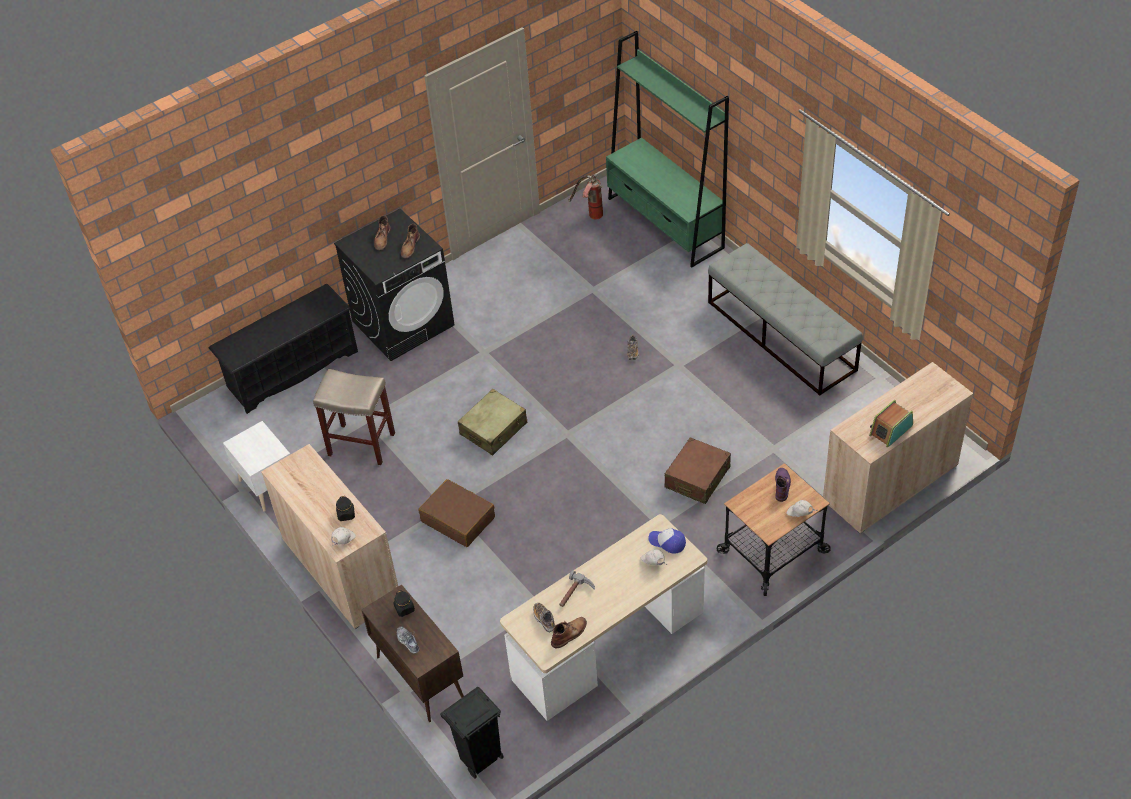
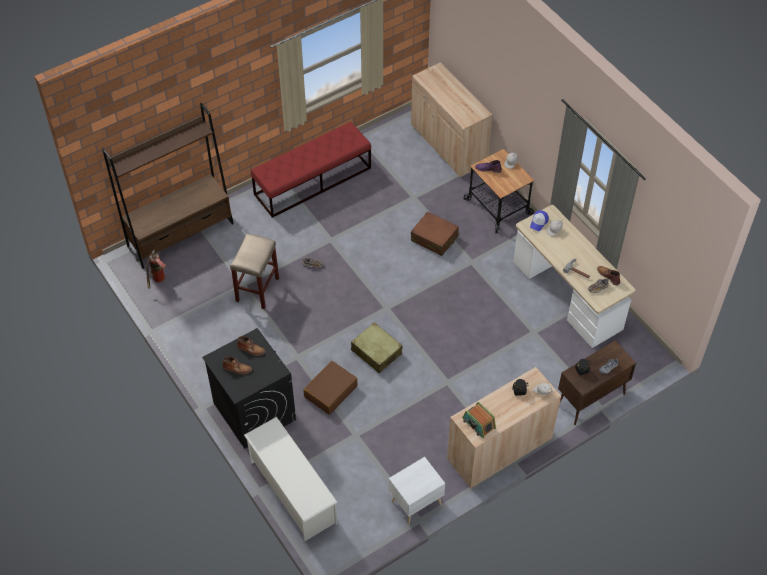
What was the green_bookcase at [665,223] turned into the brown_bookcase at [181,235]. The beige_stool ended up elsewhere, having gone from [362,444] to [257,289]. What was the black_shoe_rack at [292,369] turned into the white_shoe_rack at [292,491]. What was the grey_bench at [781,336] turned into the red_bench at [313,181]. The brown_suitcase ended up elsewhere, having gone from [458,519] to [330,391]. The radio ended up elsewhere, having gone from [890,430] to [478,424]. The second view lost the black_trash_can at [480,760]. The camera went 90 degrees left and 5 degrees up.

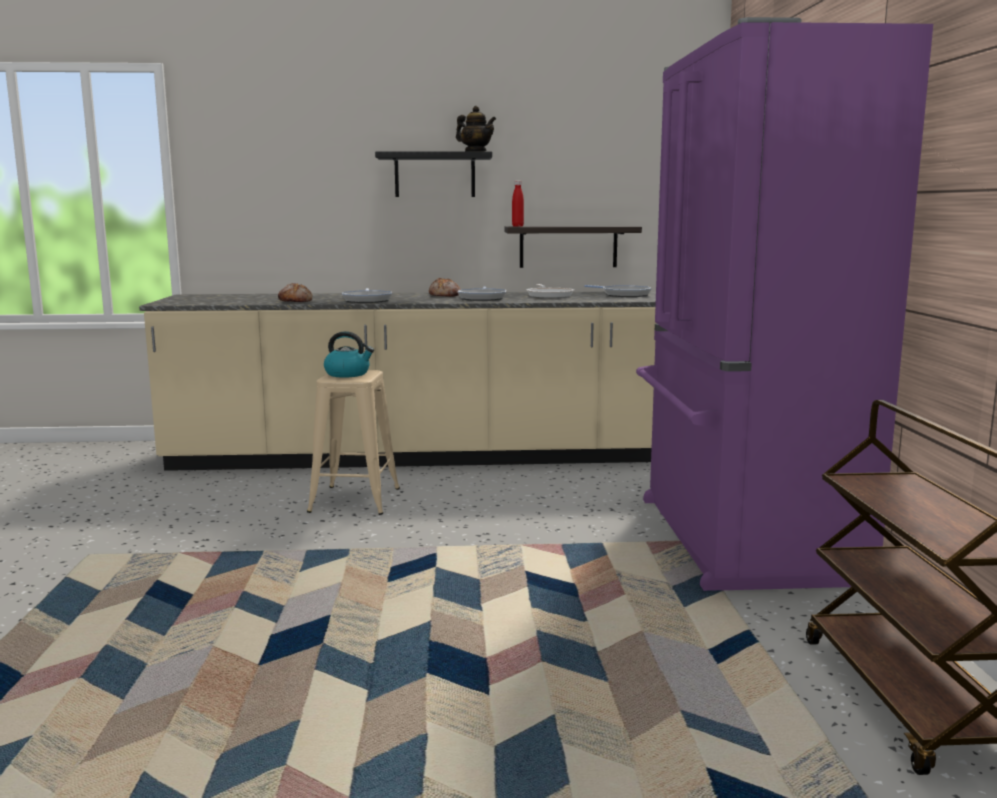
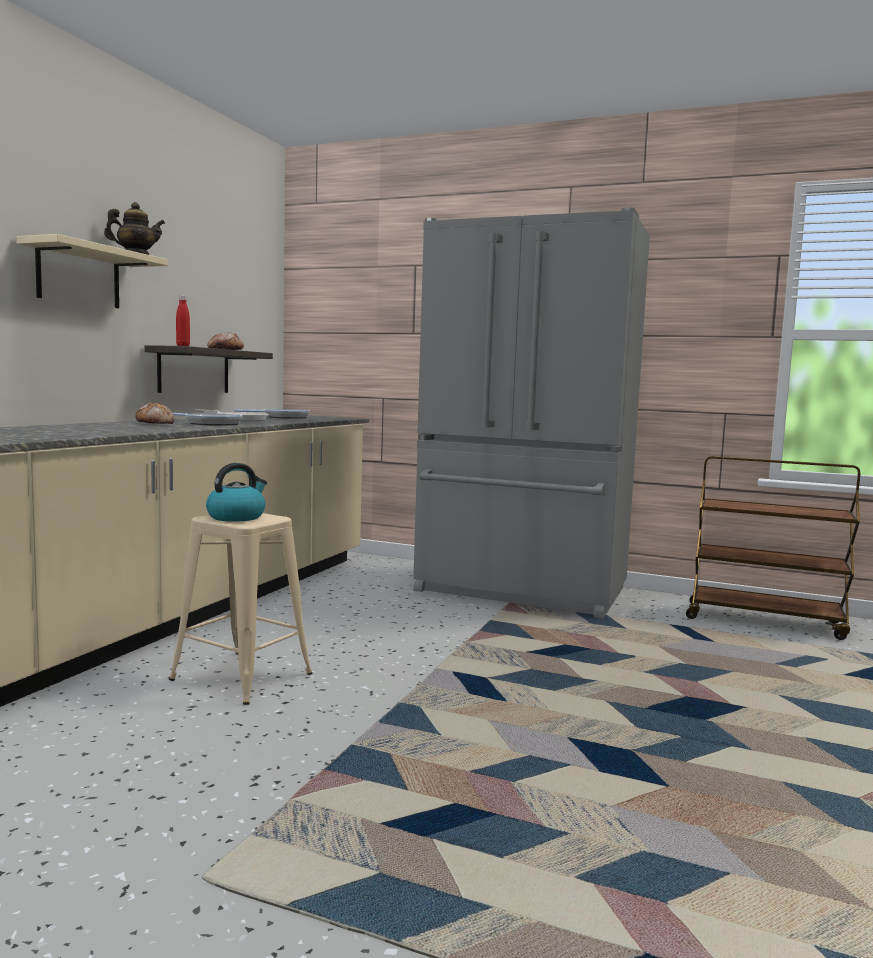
What was the black_shelf at [435,175] turned into the beige_shelf at [79,276]. The bread ended up elsewhere, having gone from [296,301] to [225,350]. What was the purple_fridge at [739,539] turned into the grey_fridge at [520,591]. The second view lost the frying_pan at [367,300]. The camera went 65 degrees left and 5 degrees down.

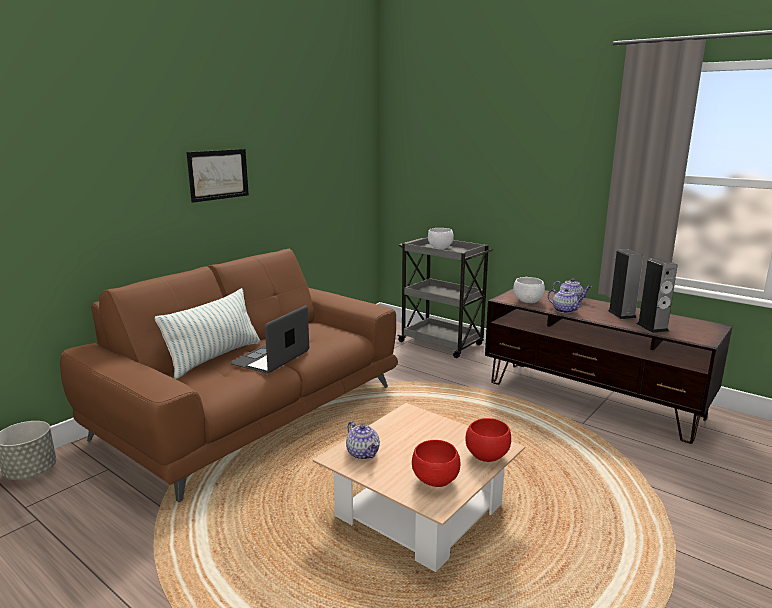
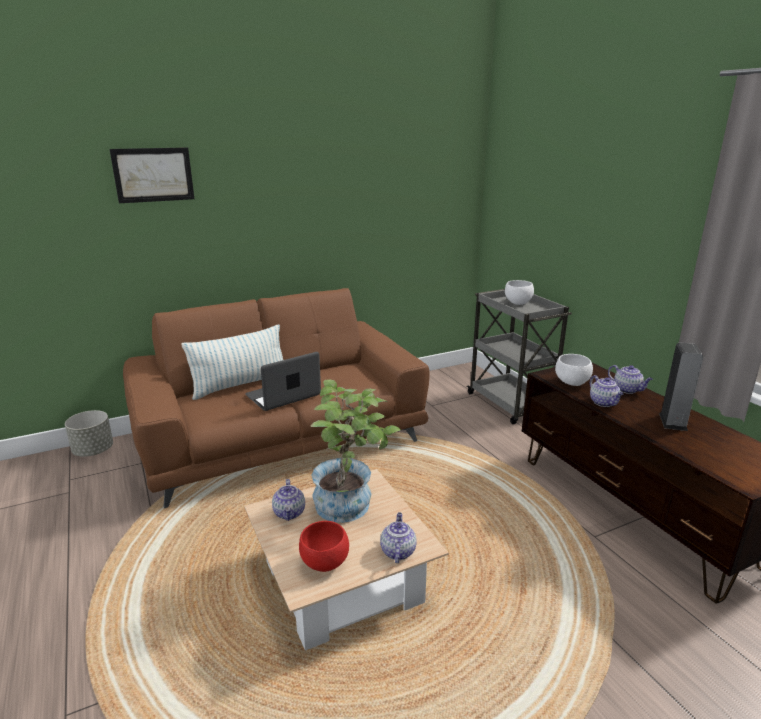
The picture ended up elsewhere, having gone from [218,174] to [153,175]. The second view gained the potted_plant at [351,506]. Where the red_bowl stood at [486,456], the teapot came to stand at [397,551]. The second view lost the speaker at [652,327]. The camera went 25 degrees right and 5 degrees up.

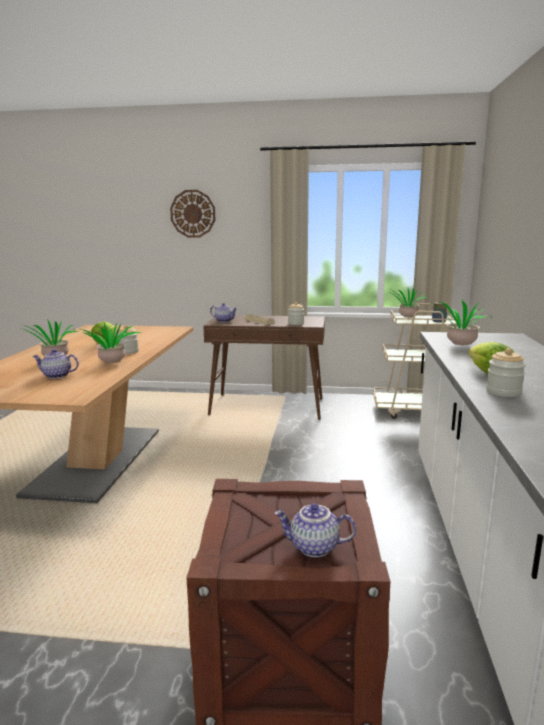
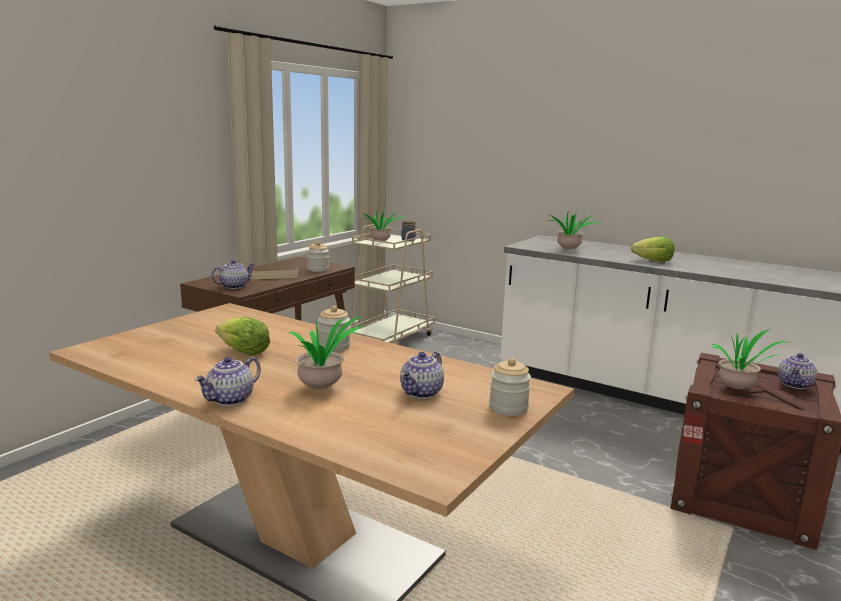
The second view gained the teapot at [230,400]. The jar ended up elsewhere, having gone from [503,392] to [508,408]. The potted_plant ended up elsewhere, having gone from [112,364] to [738,389]. The second view lost the wall_clock at [193,213]. The camera went 65 degrees left and 0 degrees up.

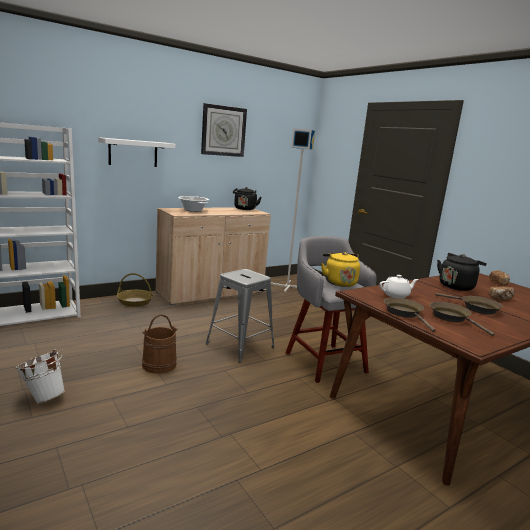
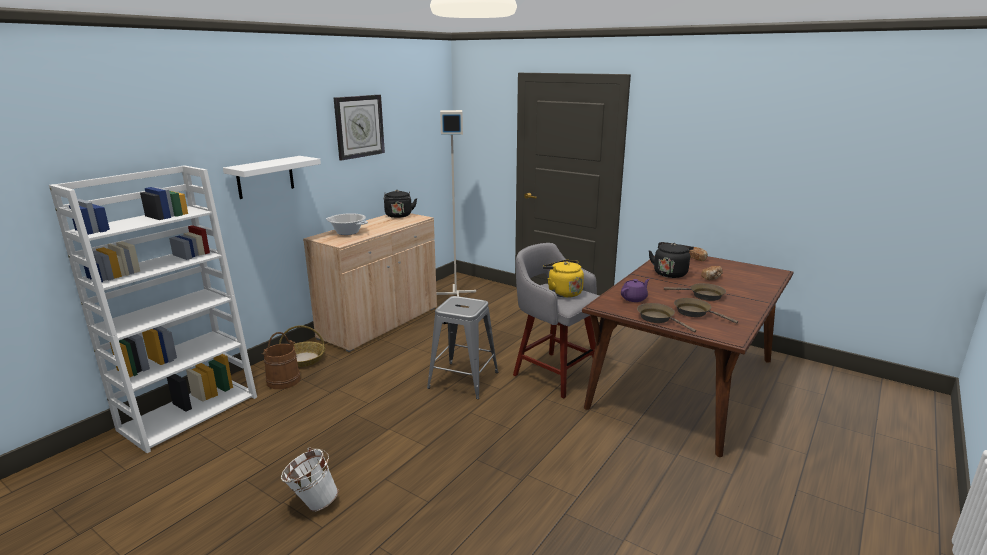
The brown_bucket ended up elsewhere, having gone from [159,364] to [283,380]. What was the white_teapot at [396,295] turned into the purple_teapot at [634,298]. The camera went 20 degrees left and 5 degrees up.

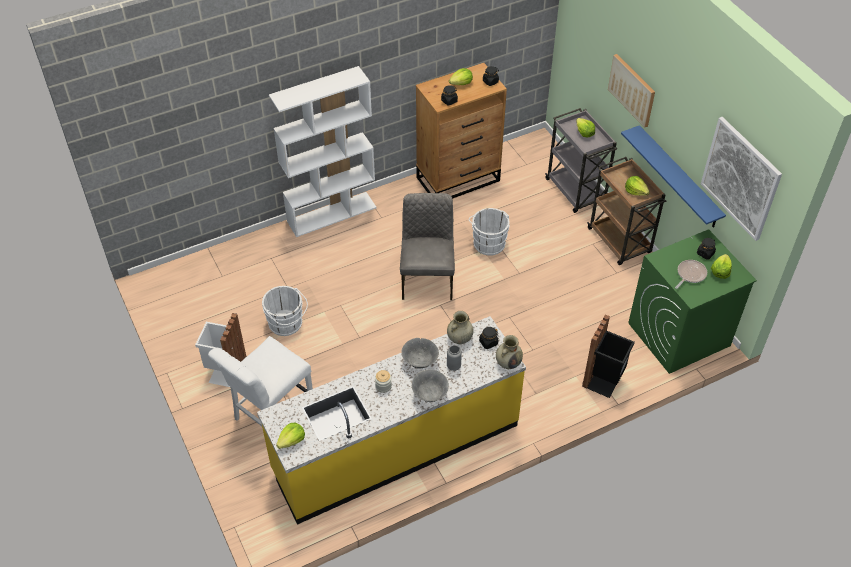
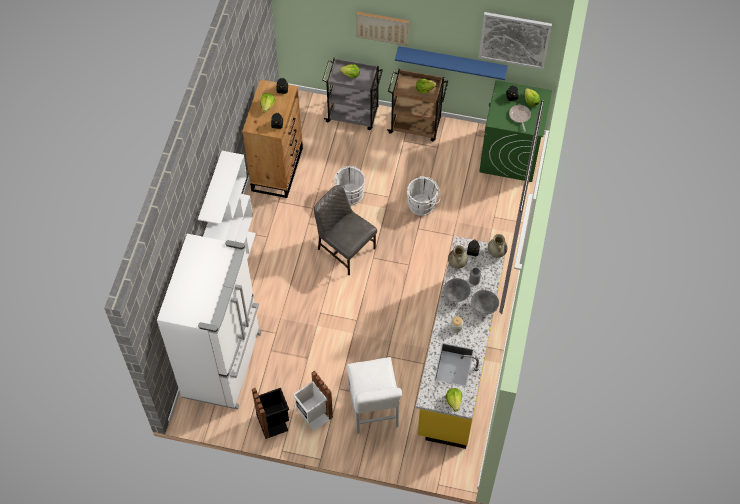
The second view gained the white_fridge at [224,364]. The black_trash_can ended up elsewhere, having gone from [604,380] to [274,422]. The white_bucket ended up elsewhere, having gone from [287,324] to [423,205]. The camera went 50 degrees left and 10 degrees up.

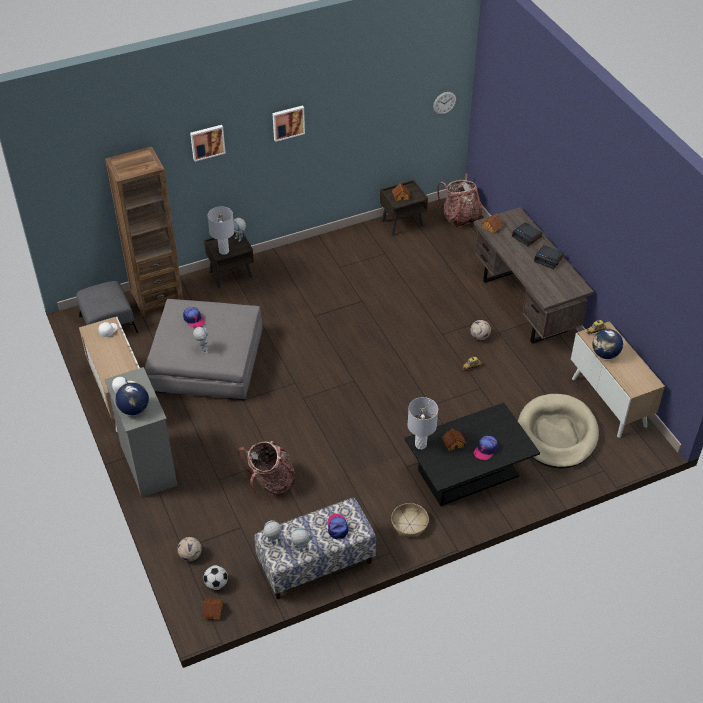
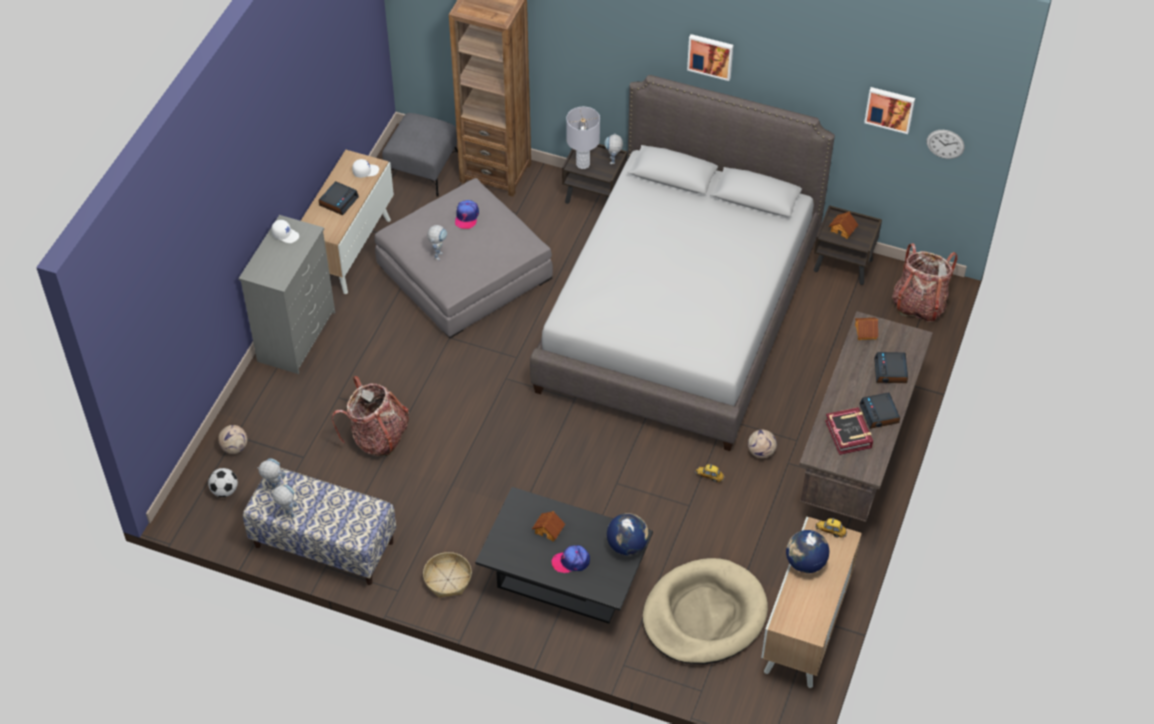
The second view gained the alarm_clock at [338,201]. The second view gained the grey_bed at [679,316]. The globe ended up elsewhere, having gone from [134,409] to [627,545]. The second view gained the book at [848,434]. The picture ended up elsewhere, having gone from [207,142] to [890,108]. The second view lost the toy_house at [213,611]. The second view lost the cap at [337,527]. The second view lost the grey_table_lamp at [420,444]. The camera went 45 degrees right and 5 degrees up.

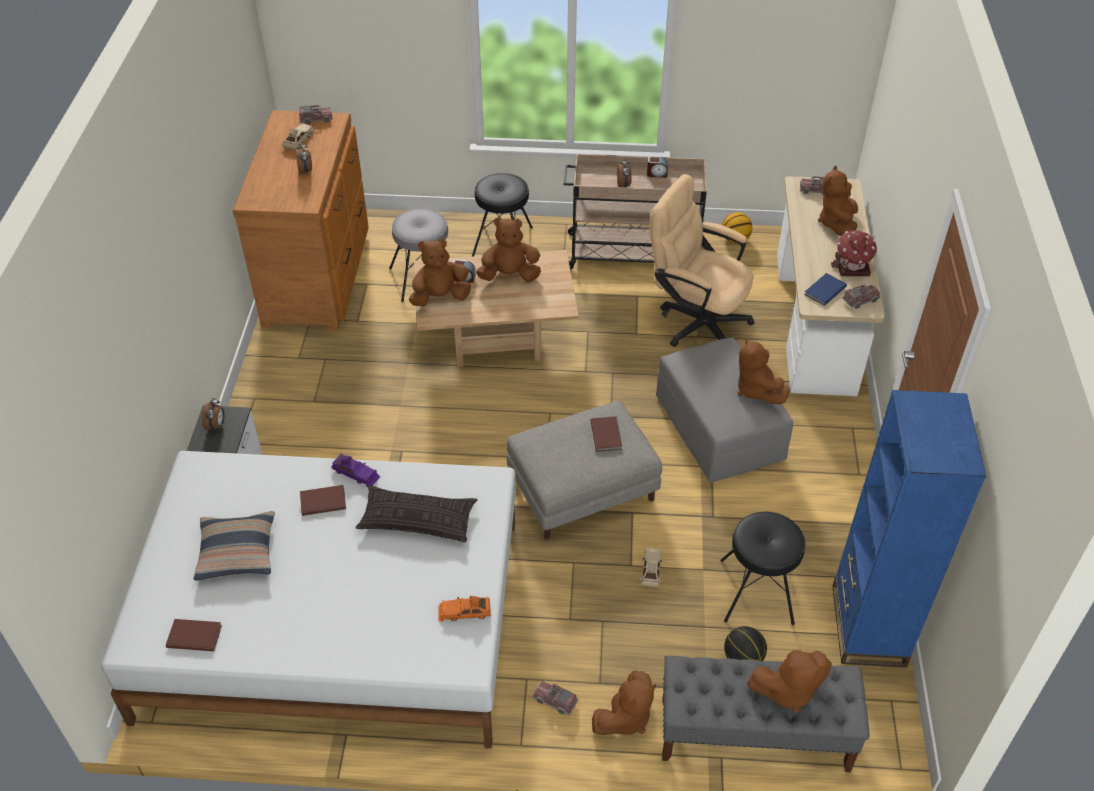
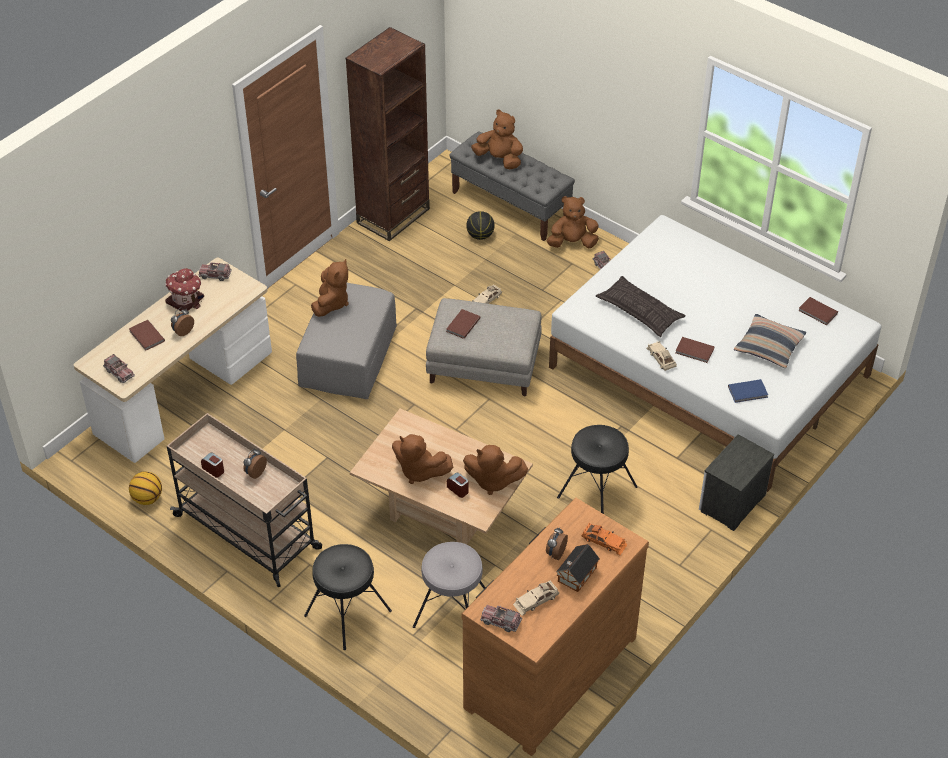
Where the brown_plush_toy stood at [837,223], the brown_book came to stand at [146,337]. The alarm_clock ended up elsewhere, having gone from [216,425] to [183,331]. What was the blue_bookcase at [868,625] turned into the brown_bookcase at [393,216]. The second view gained the toy_house at [575,575]. The black_stool ended up elsewhere, having gone from [757,591] to [596,491]. The orange_toy_car ended up elsewhere, having gone from [464,612] to [604,541]. What was the purple_toy_car at [356,473] turned into the beige_toy_car at [661,358]. The blue_book ended up elsewhere, having gone from [824,290] to [748,392]. The second view lost the beige_office_chair at [696,321]. The camera went 145 degrees left and 0 degrees up.

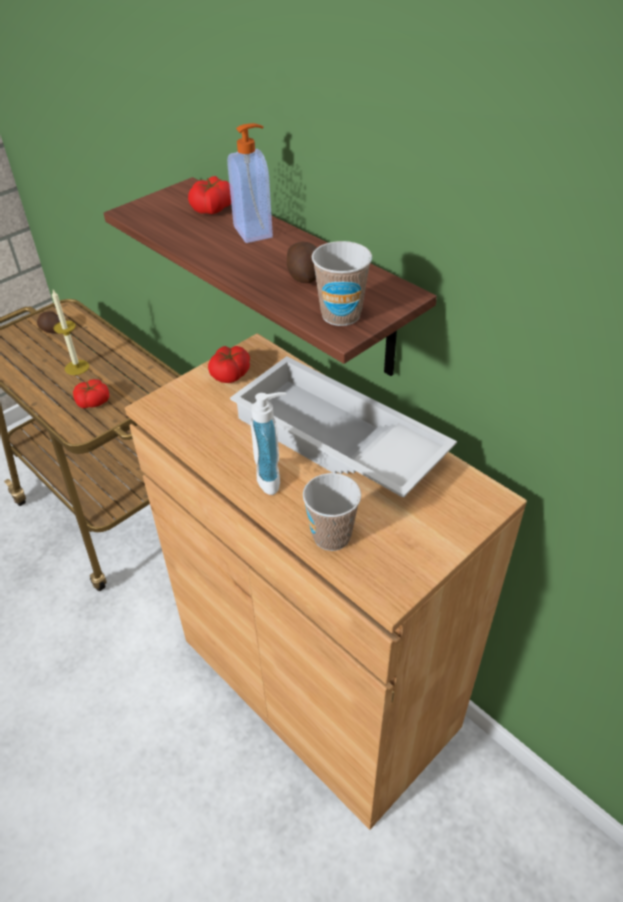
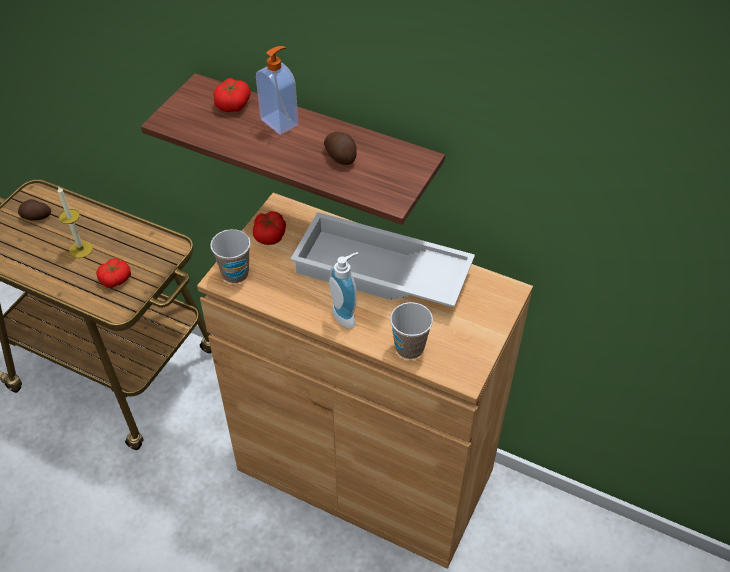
The cup ended up elsewhere, having gone from [341,315] to [235,273]. The camera went 20 degrees left and 5 degrees up.

